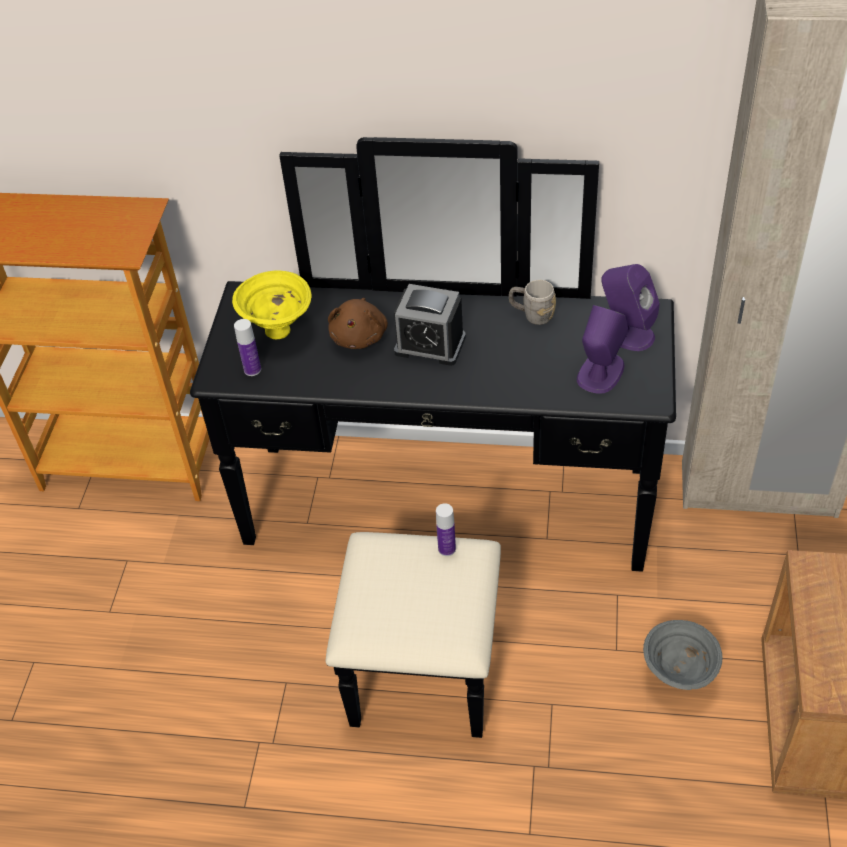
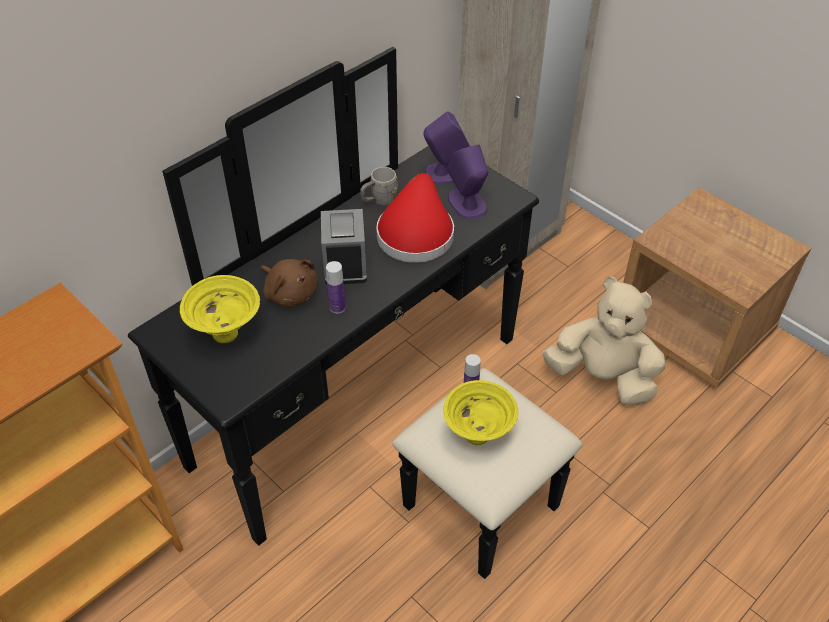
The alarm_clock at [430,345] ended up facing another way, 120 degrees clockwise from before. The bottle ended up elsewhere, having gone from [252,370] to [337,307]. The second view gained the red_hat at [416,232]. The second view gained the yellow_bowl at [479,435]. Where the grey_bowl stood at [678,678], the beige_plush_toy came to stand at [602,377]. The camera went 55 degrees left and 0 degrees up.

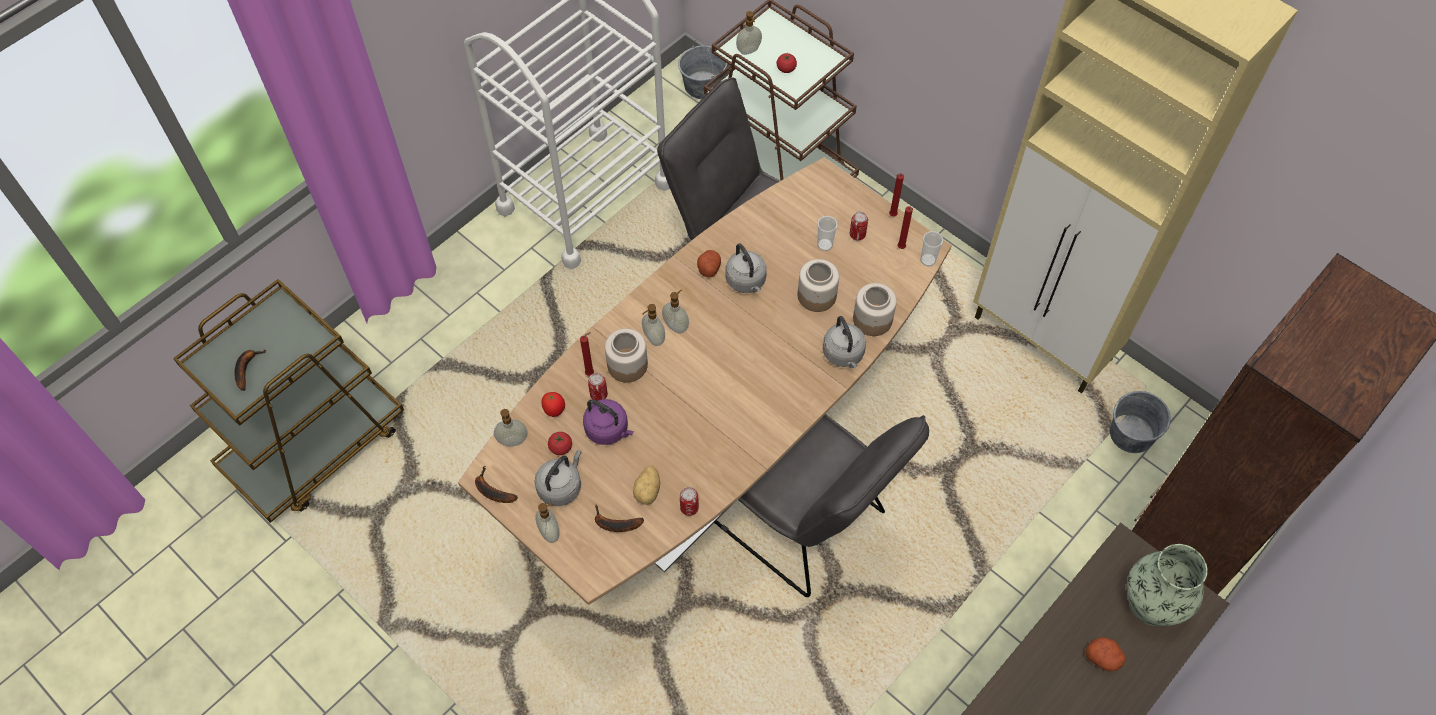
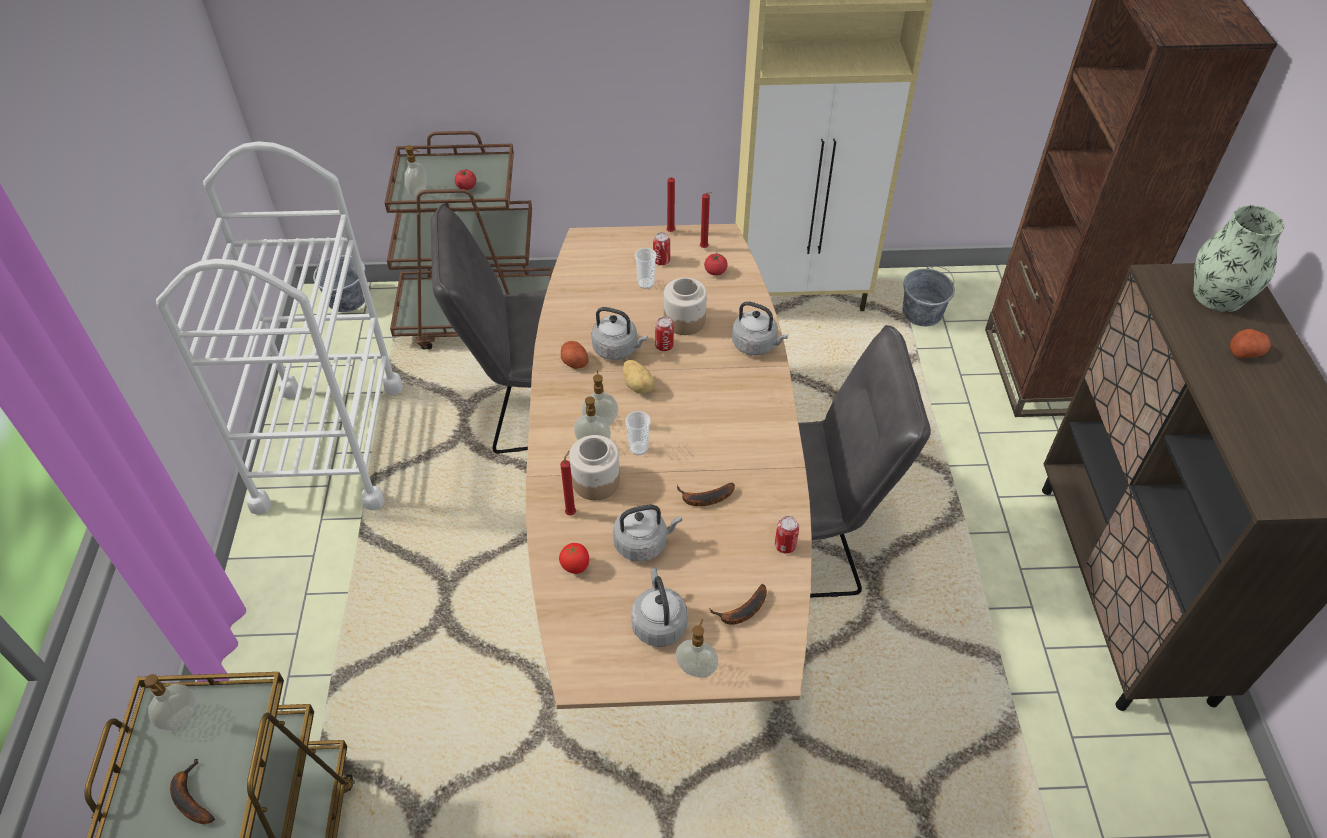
The soap_dispenser ended up elsewhere, having gone from [513,442] to [181,718]. What was the purple_kettle at [609,430] turned into the grey_kettle at [643,543]. The potato ended up elsewhere, having gone from [648,491] to [638,385]. The cup ended up elsewhere, having gone from [928,260] to [638,448]. The can ended up elsewhere, having gone from [598,395] to [664,346]. The banana ended up elsewhere, having gone from [491,490] to [704,499]. The tomato ended up elsewhere, having gone from [561,448] to [715,271]. The second view lost the jar at [872,319]. The camera went 45 degrees left and 10 degrees down.

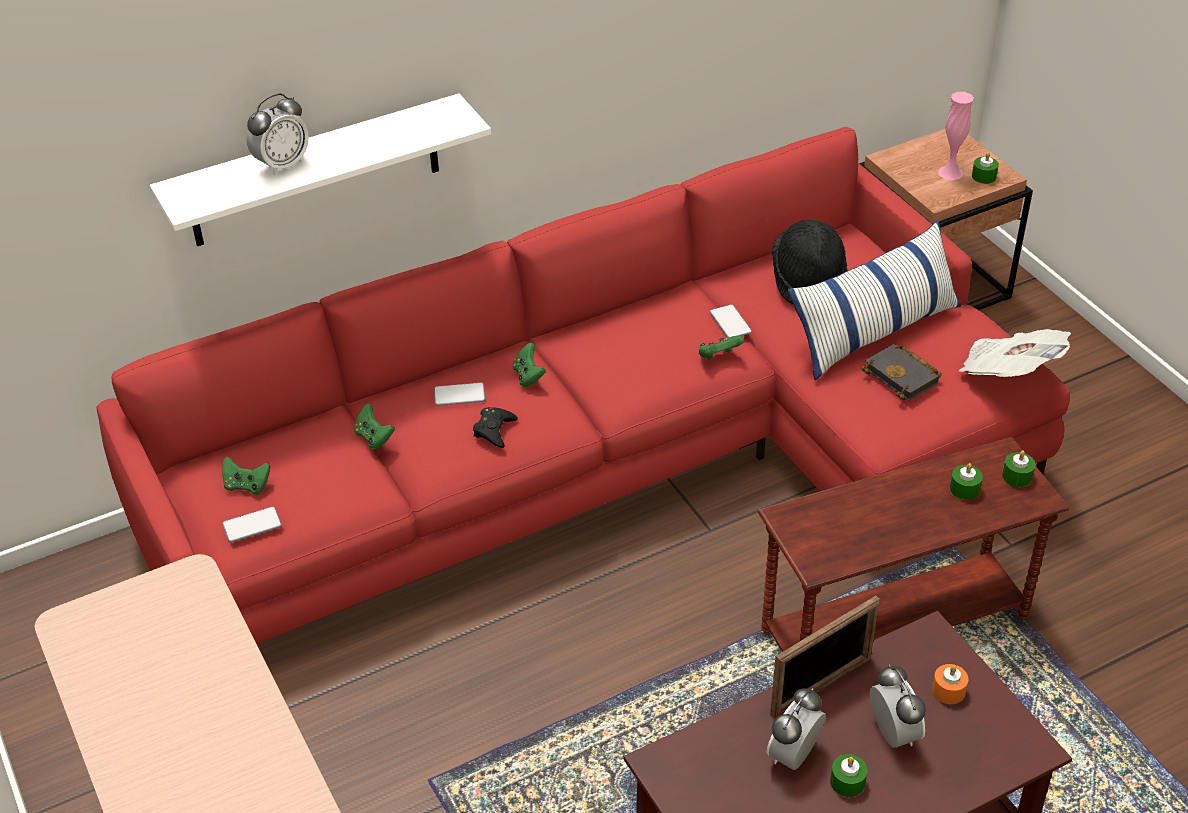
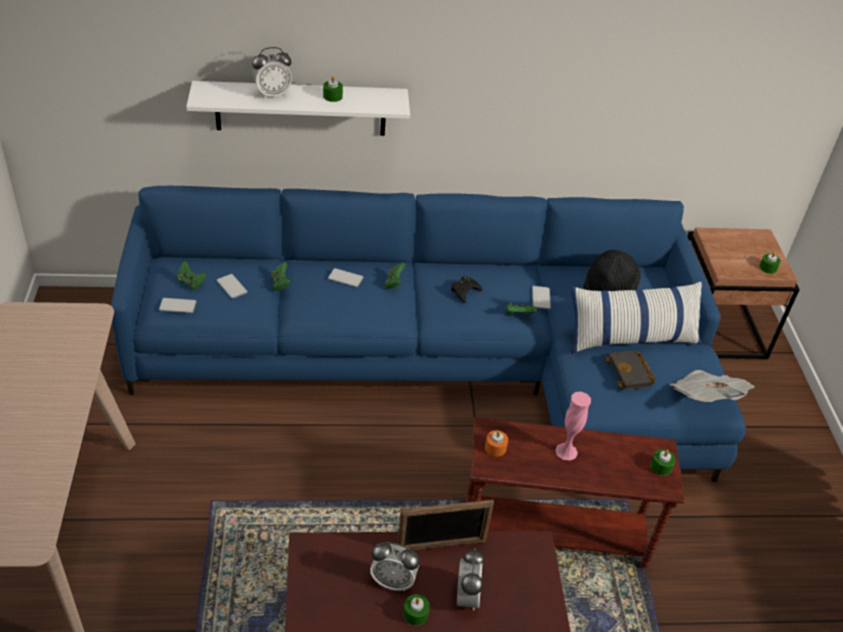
What was the red_sofa at [616,464] turned into the blue_sofa at [443,362]. The second view gained the phone at [232,287]. The green_candle ended up elsewhere, having gone from [964,489] to [332,96]. The alarm_clock at [793,755] ended up facing another way, 135 degrees counterclockwise from before. The black_game_controller ended up elsewhere, having gone from [494,430] to [465,291]. The orange_candle ended up elsewhere, having gone from [948,690] to [495,447]. The pink_vase ended up elsewhere, having gone from [950,172] to [566,451]. The camera went 20 degrees right and 0 degrees up.

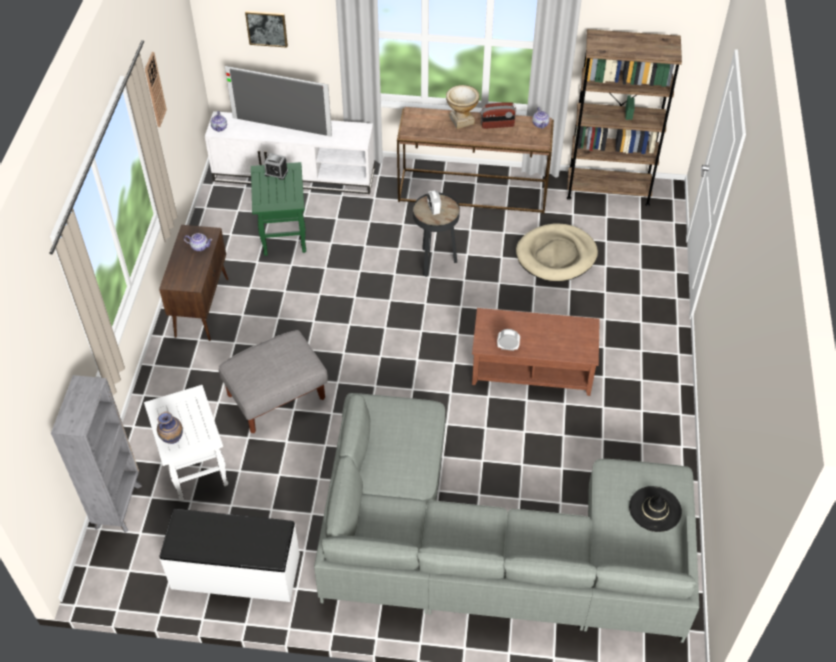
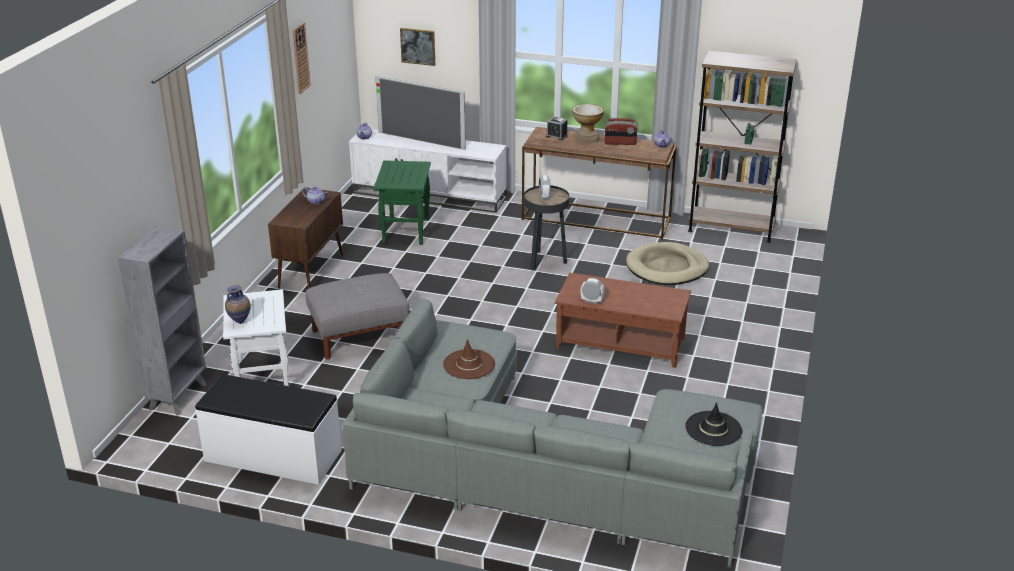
The second view gained the brown_hat at [469,364]. The alarm_clock ended up elsewhere, having gone from [276,173] to [556,136]. The camera went 10 degrees right and 20 degrees down.

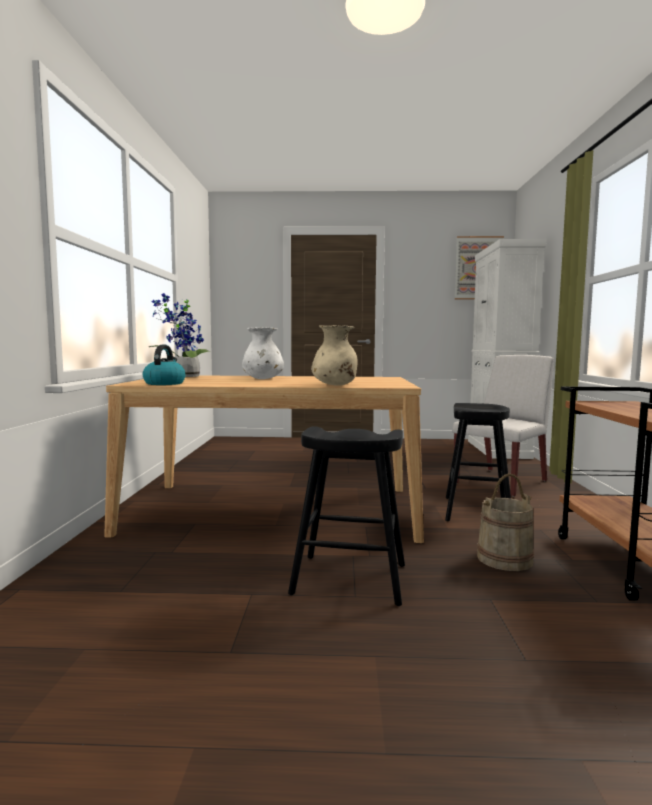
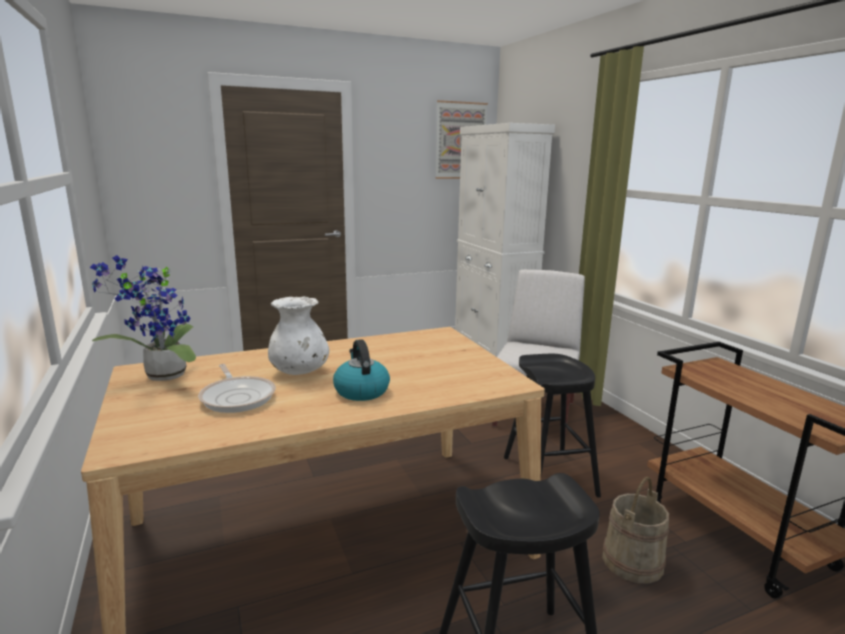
The second view gained the frying_pan at [238,397]. The kettle ended up elsewhere, having gone from [164,383] to [361,391]. The second view lost the beige_vase at [335,385]. The camera went 25 degrees left and 10 degrees up.

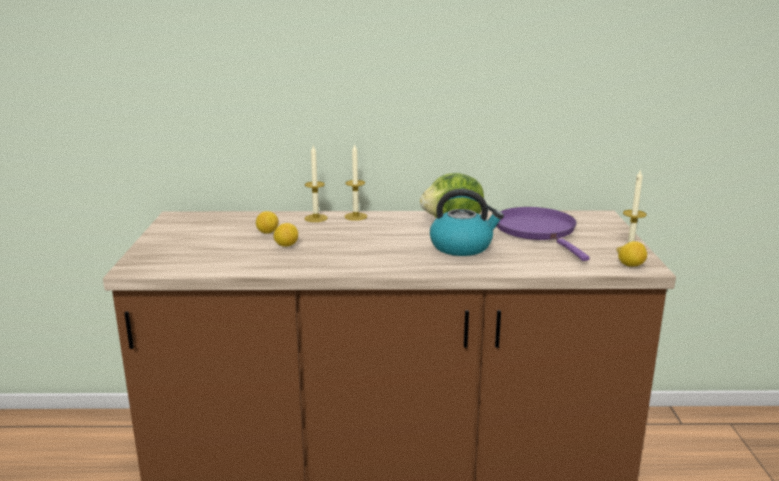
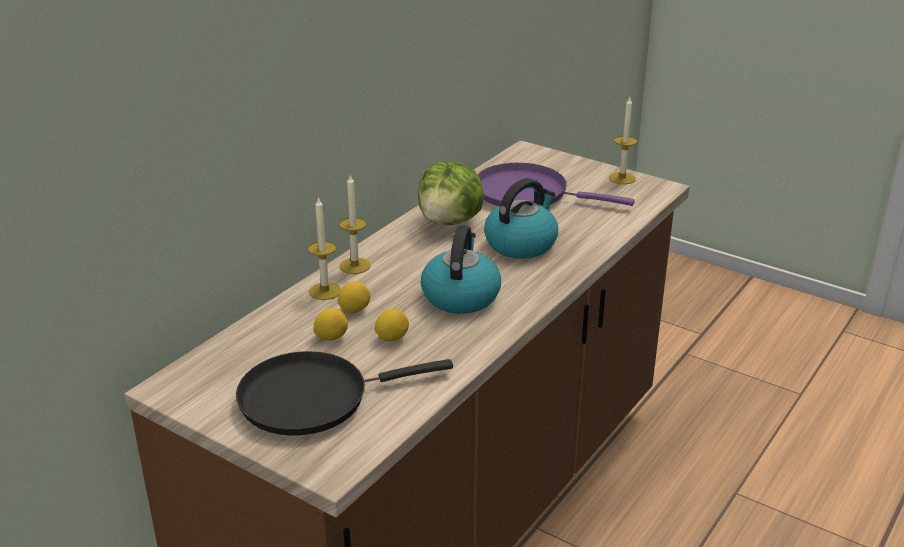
The second view gained the black_frying_pan at [312,398]. The lemon ended up elsewhere, having gone from [631,265] to [354,310]. The second view gained the kettle at [460,296]. The camera went 55 degrees left and 10 degrees up.

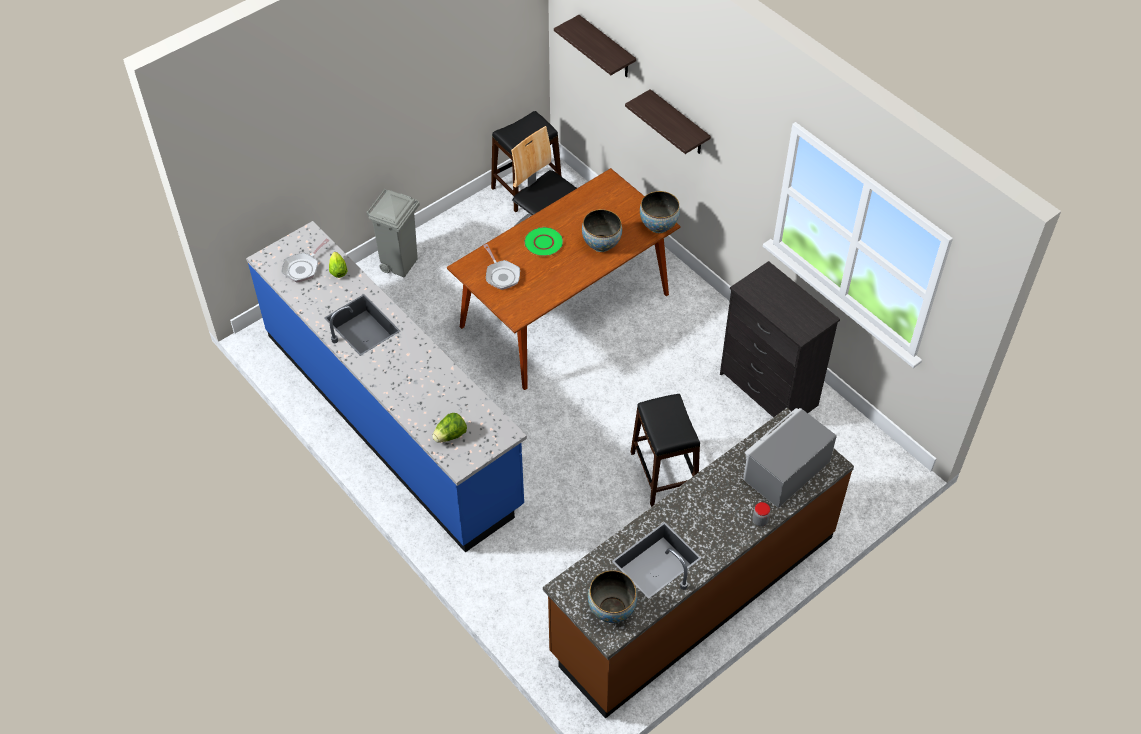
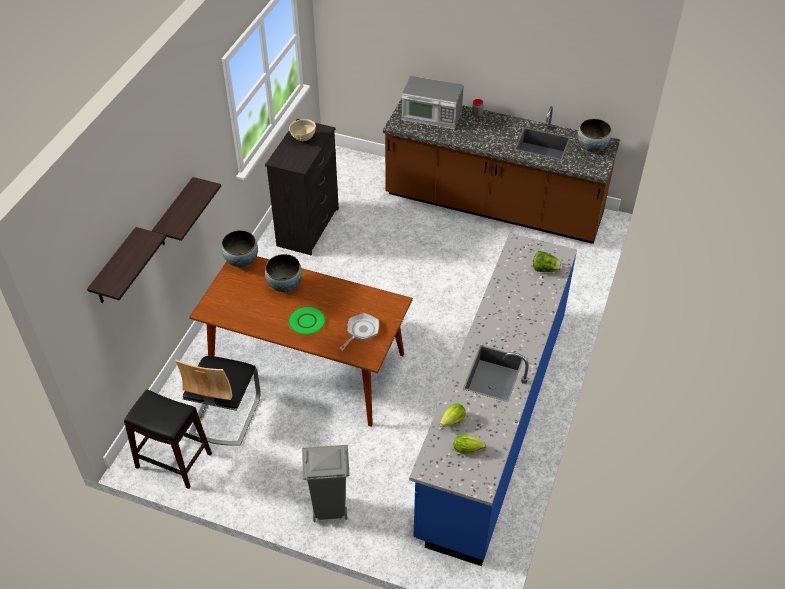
The second view gained the beige_bowl at [303,139]. Where the frying_pan stood at [303,268], the lettuce came to stand at [469,449]. The second view lost the black_stool at [663,474]. The camera went 120 degrees left and 5 degrees down.

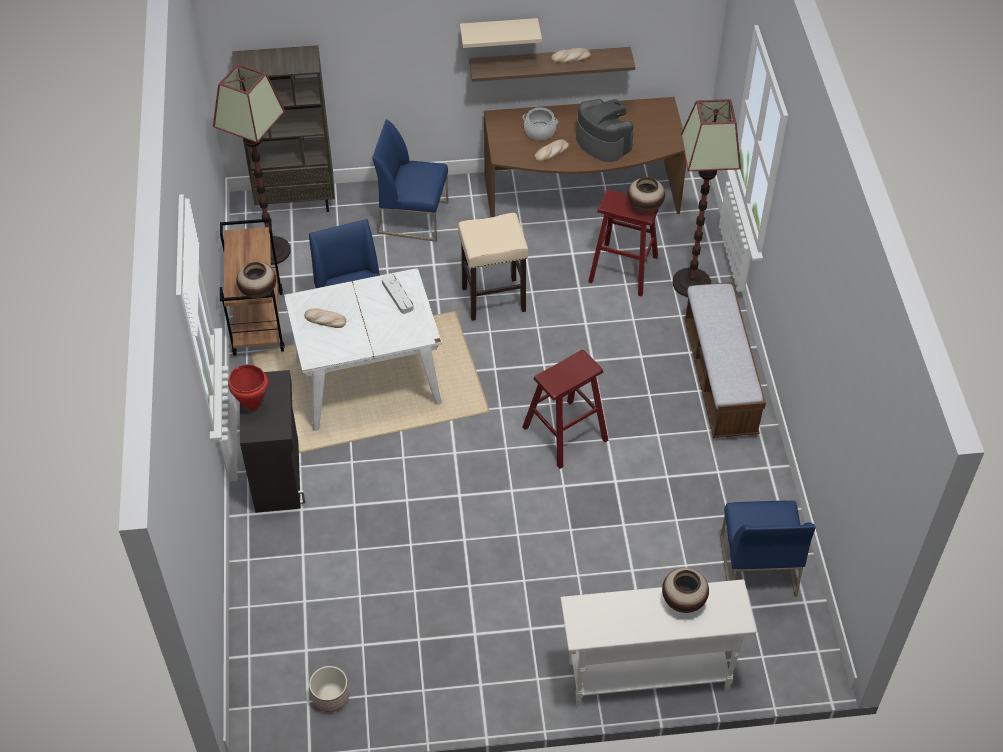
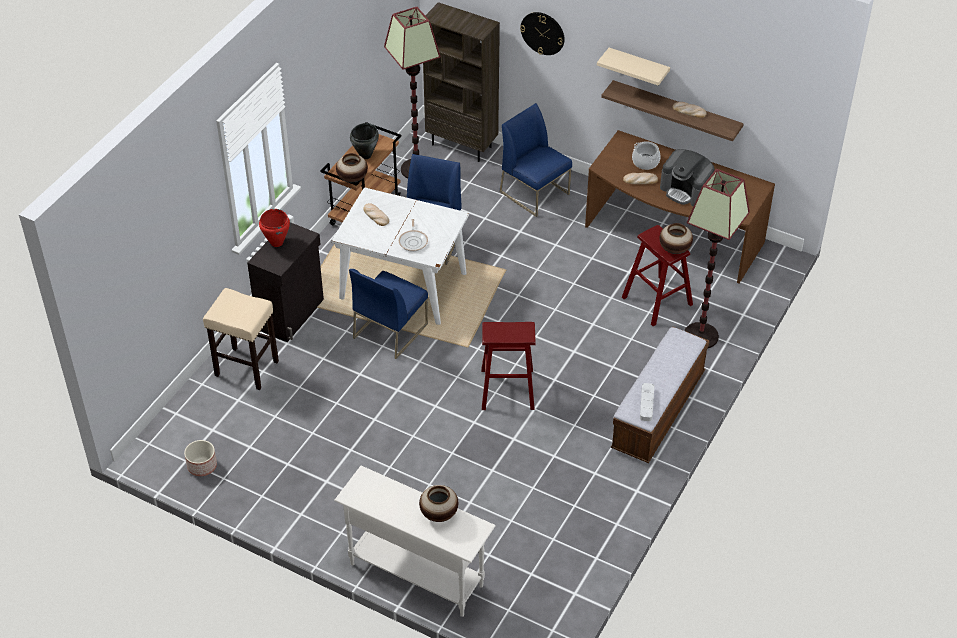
The beige_stool ended up elsewhere, having gone from [492,299] to [246,368]. The blue_chair ended up elsewhere, having gone from [757,565] to [390,330]. The second view gained the black_cooking_pot at [365,155]. The second view gained the frying_pan at [413,241]. The second view gained the wall_clock at [542,33]. The grey_tray ended up elsewhere, having gone from [397,295] to [646,403]. The coffee_machine at [603,142] ended up facing another way, 135 degrees clockwise from before. The camera went 35 degrees right and 5 degrees down.

